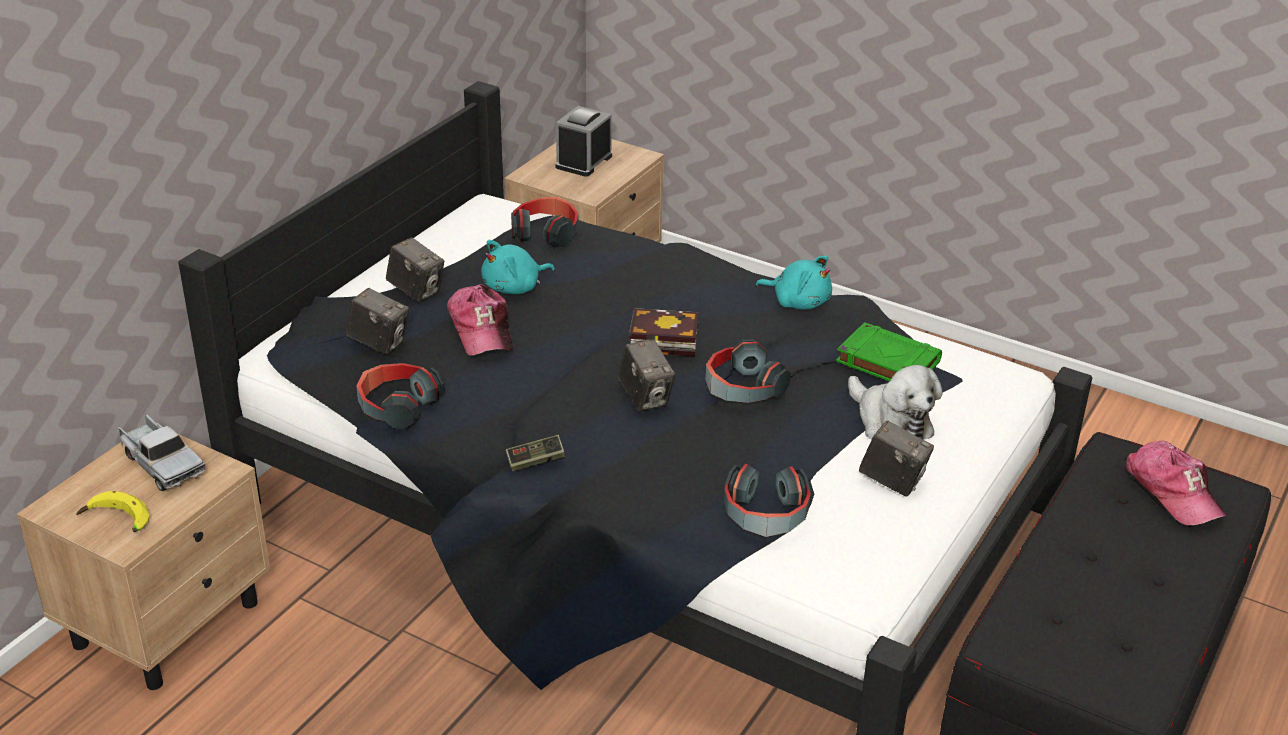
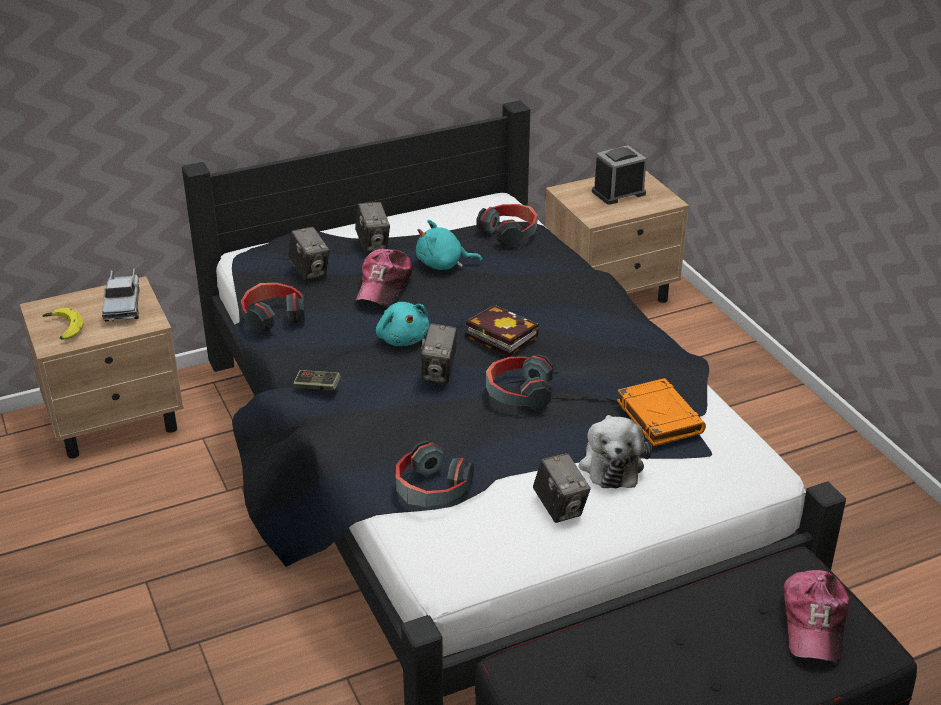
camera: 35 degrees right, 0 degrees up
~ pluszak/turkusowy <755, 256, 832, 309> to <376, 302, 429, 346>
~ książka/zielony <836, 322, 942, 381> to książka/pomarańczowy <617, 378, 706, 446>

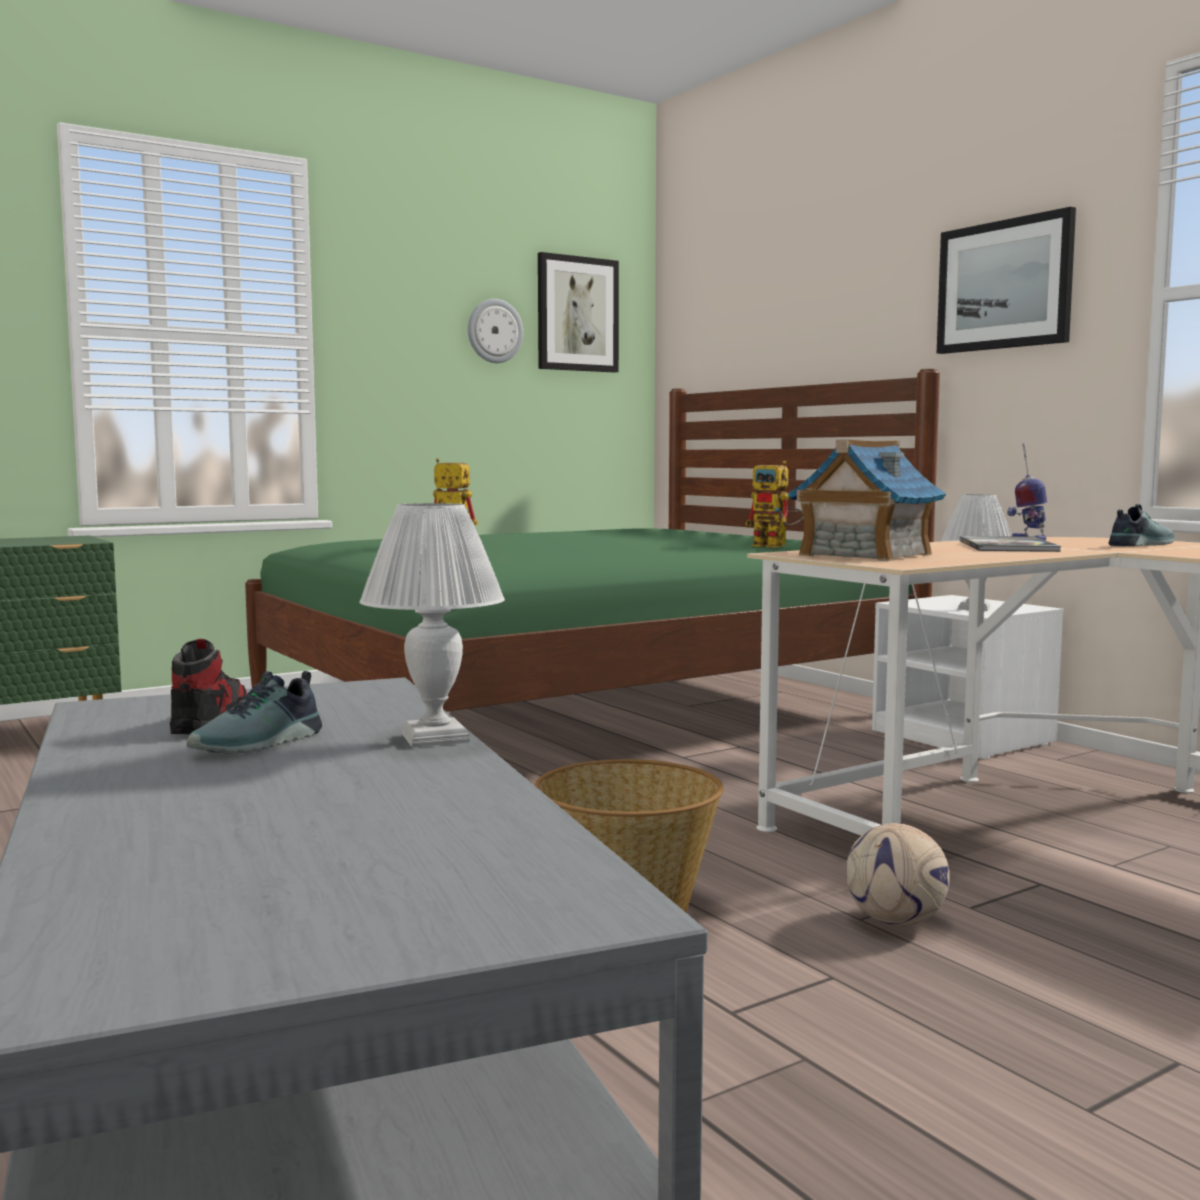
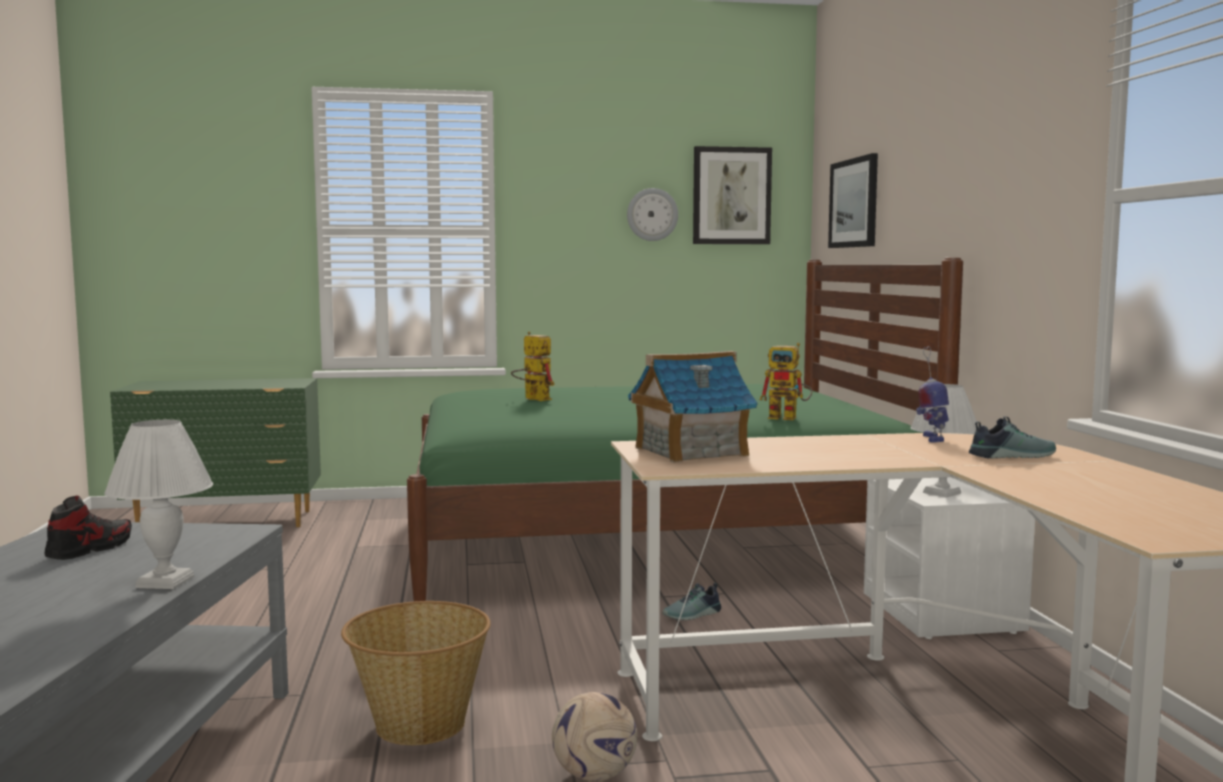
camera: 25 degrees right, 0 degrees up
~ but <187, 671, 322, 753> to <662, 583, 721, 620>
~ robot zabawkowy <745, 461, 804, 548> = <760, 343, 812, 420> 45 degrees counterclockwise
~ obraz <937, 207, 1076, 354> to <828, 153, 878, 248>
- książka <959, 536, 1061, 552>

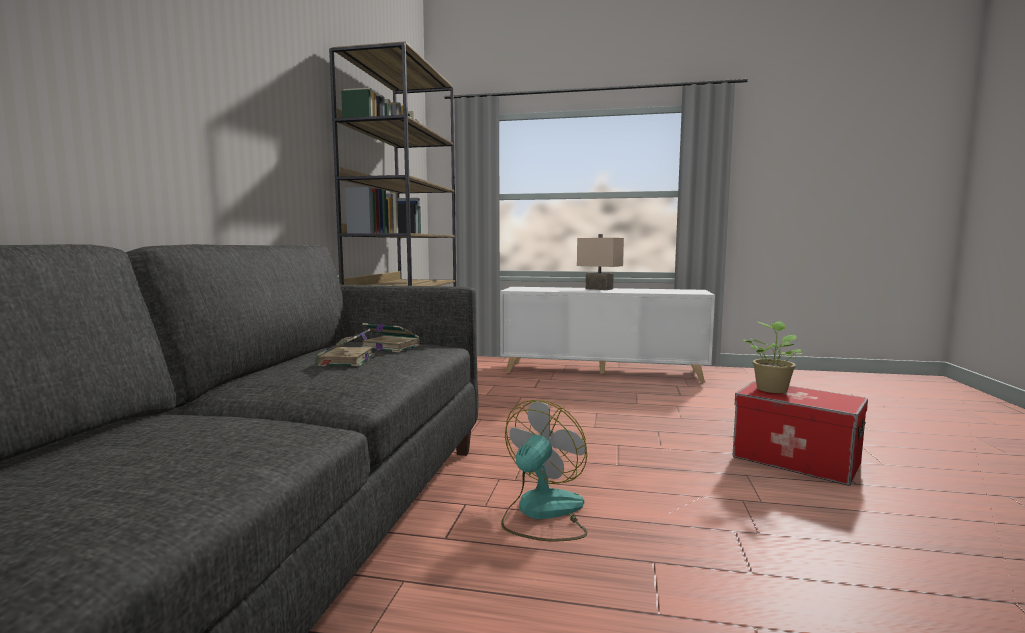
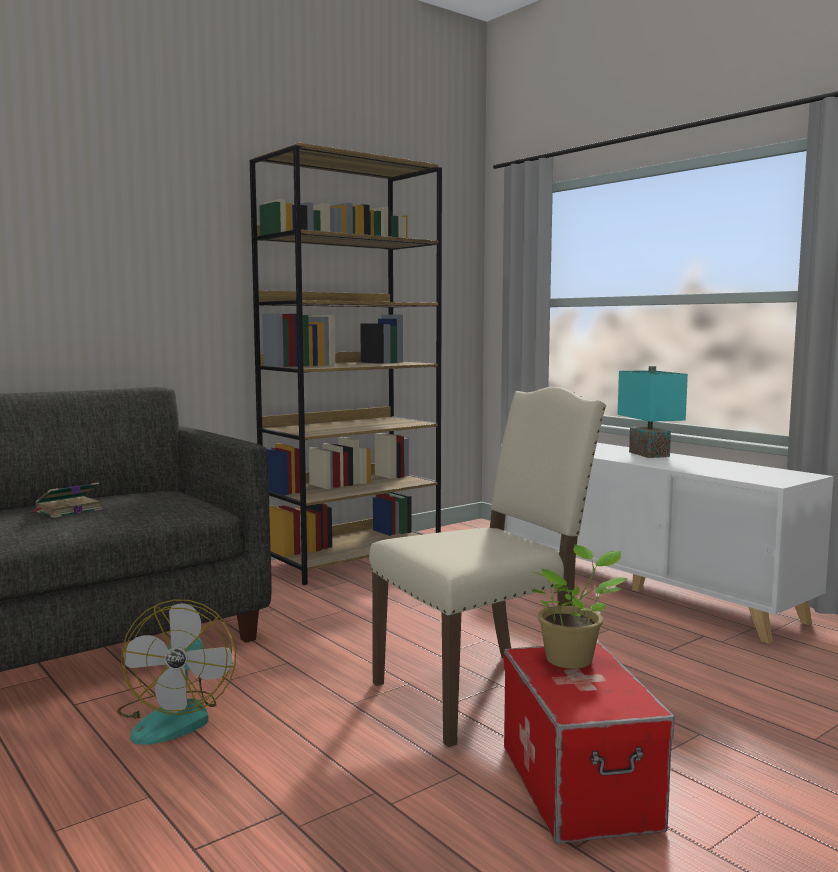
camera: 40 degrees right, 0 degrees up
- książka <362, 323, 420, 352>
~ wentylator <501, 400, 587, 542> = <117, 599, 236, 745> 105 degrees clockwise
~ lampa stołowa/beżowy <577, 234, 624, 290> to lampa stołowa/turkusowy <617, 366, 688, 458>
+ krzesło/beżowy <369, 387, 606, 747>

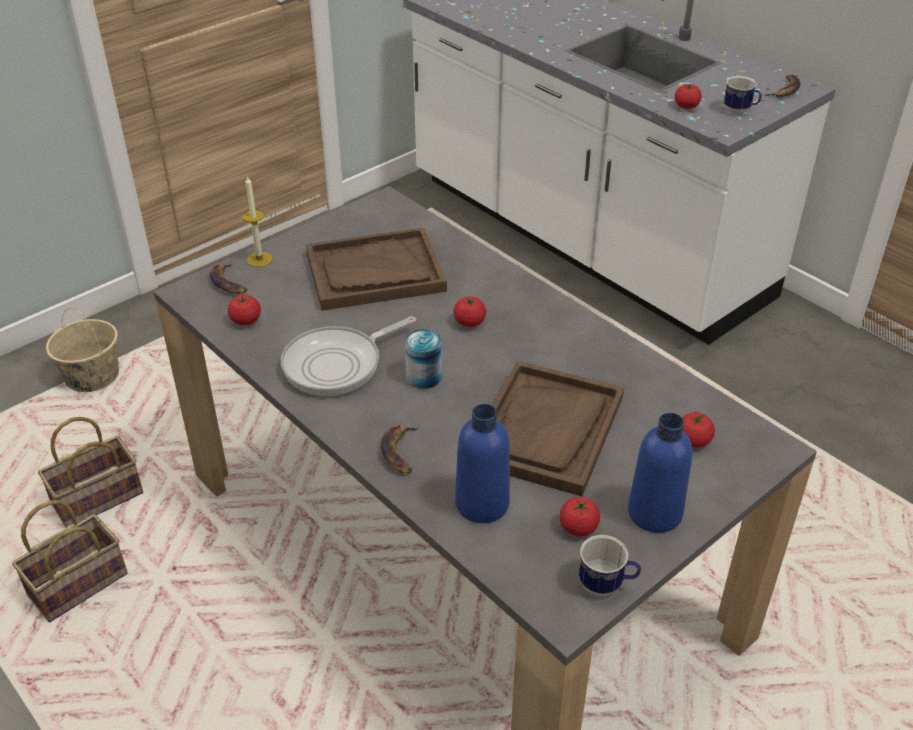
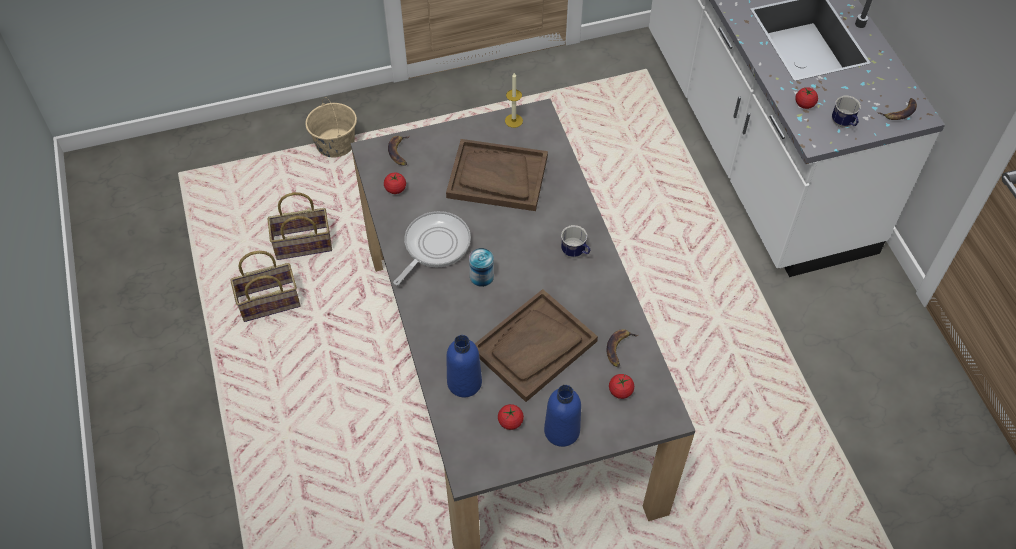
camera: 25 degrees right, 15 degrees up
~ świeca <242, 176, 273, 267> to <505, 73, 523, 128>
~ patelnia <281, 316, 416, 396> = <393, 211, 471, 285> 135 degrees clockwise
~ banan <381, 425, 419, 474> to <606, 329, 638, 367>
- pomidor <453, 296, 486, 327>
~ kubek <579, 535, 641, 596> to <561, 225, 590, 258>

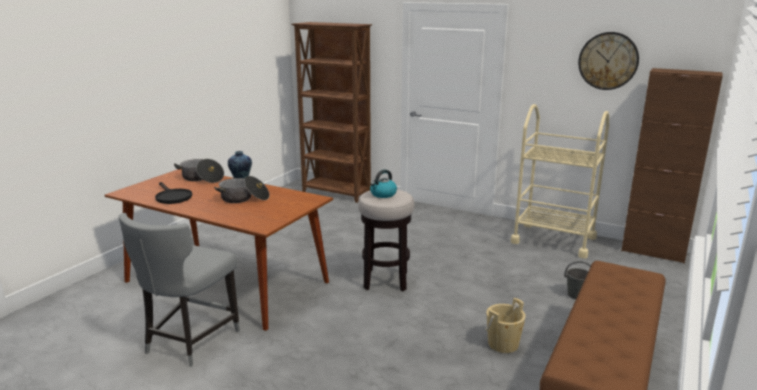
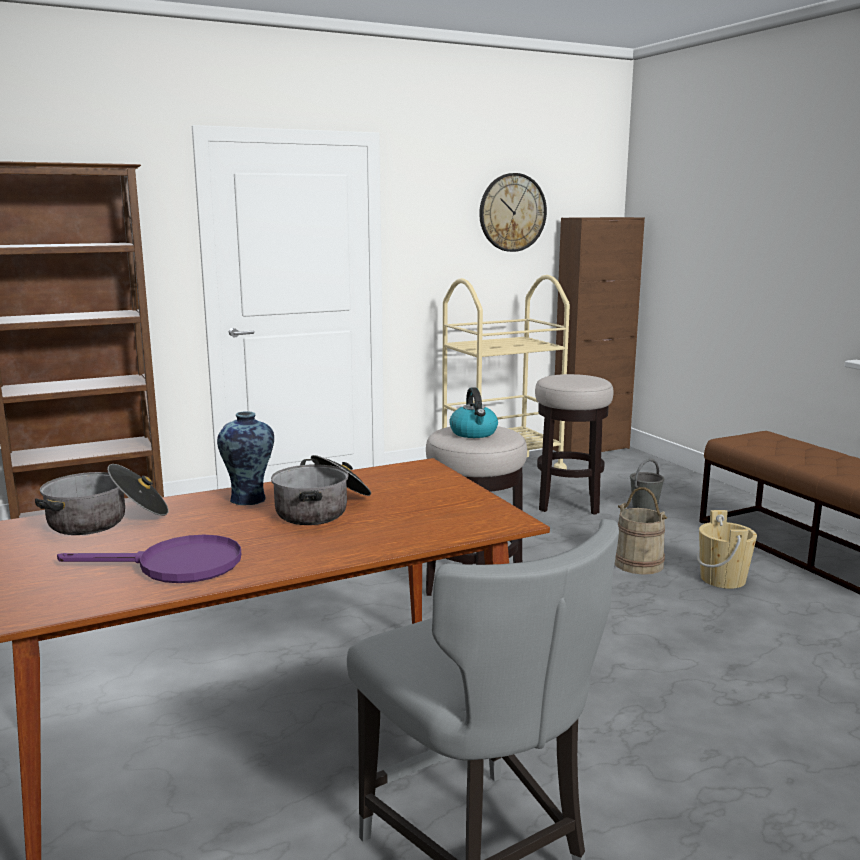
camera: 55 degrees left, 5 degrees down
~ patelnia/czarny <155, 182, 192, 204> to patelnia/fioletowy <57, 535, 241, 583>
+ stołek <535, 374, 613, 515>
+ wiadro/beżowy <615, 487, 668, 575>

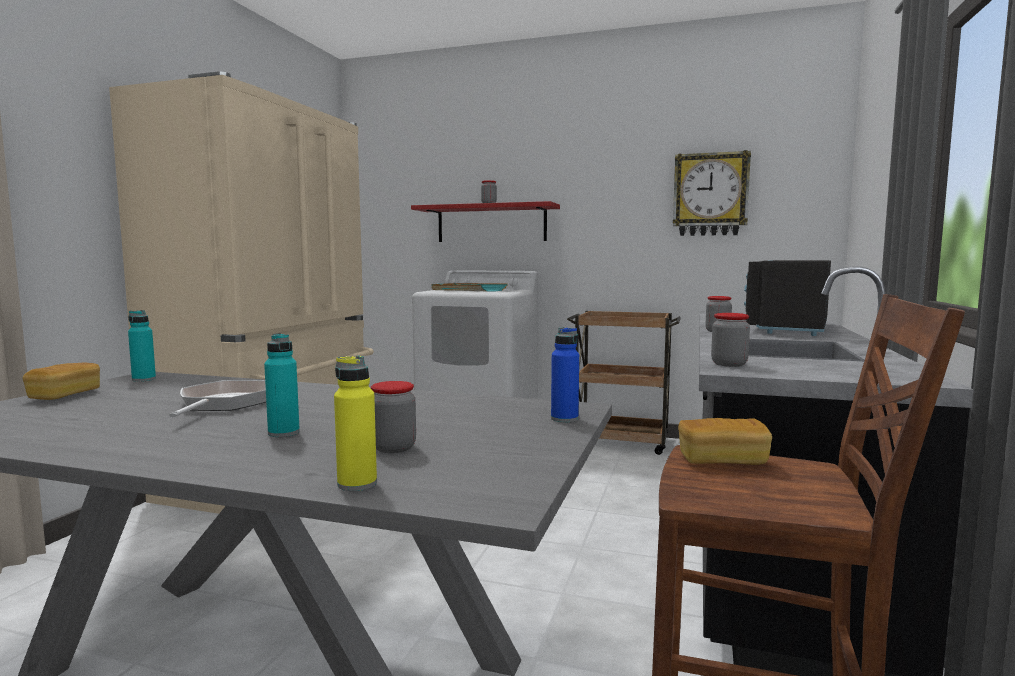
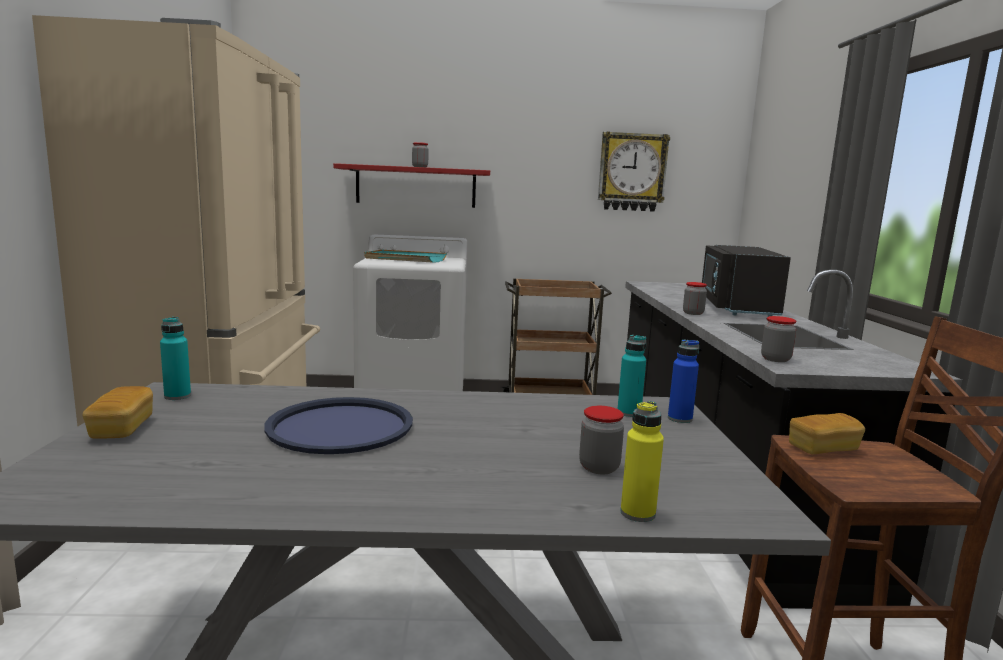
camera: 20 degrees left, 5 degrees up
~ patelnia <169, 380, 266, 418> to taca/niebieski <264, 397, 413, 454>
~ butelka/turkusowy <264, 333, 300, 437> to <617, 335, 647, 417>

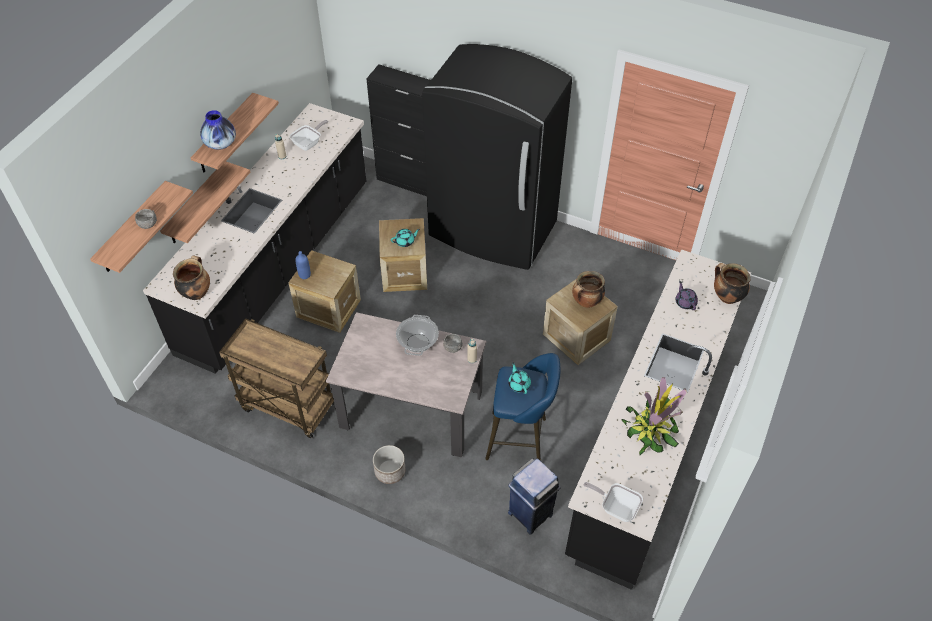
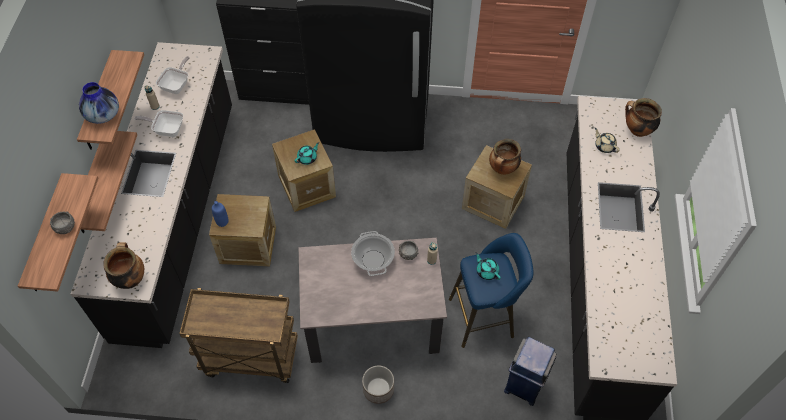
camera: 20 degrees left, 5 degrees up
~ patelnia <583, 482, 643, 522> to <134, 110, 183, 137>
- roślina doniczkowa <622, 377, 687, 456>
~ imbryk/fioletowy <675, 281, 698, 310> to imbryk/beżowy <595, 128, 619, 153>

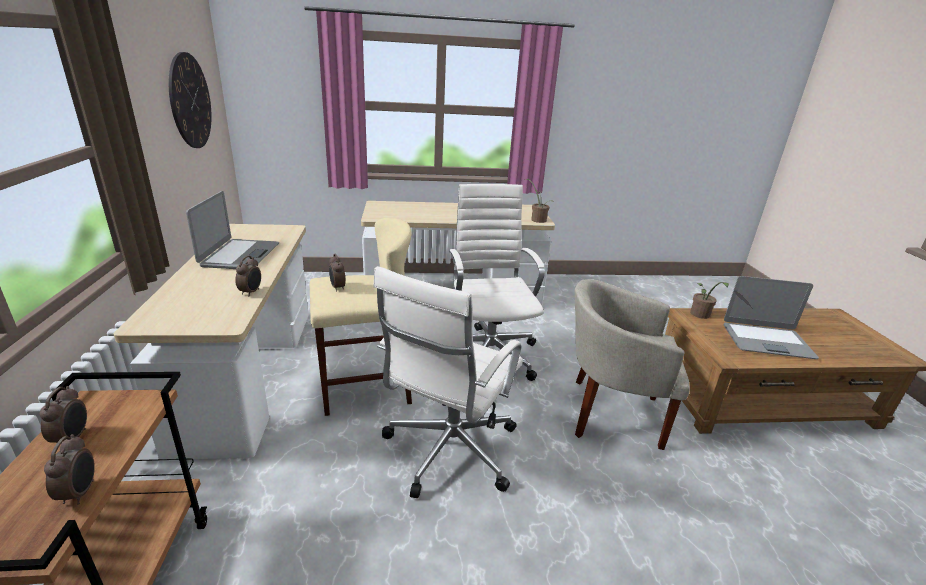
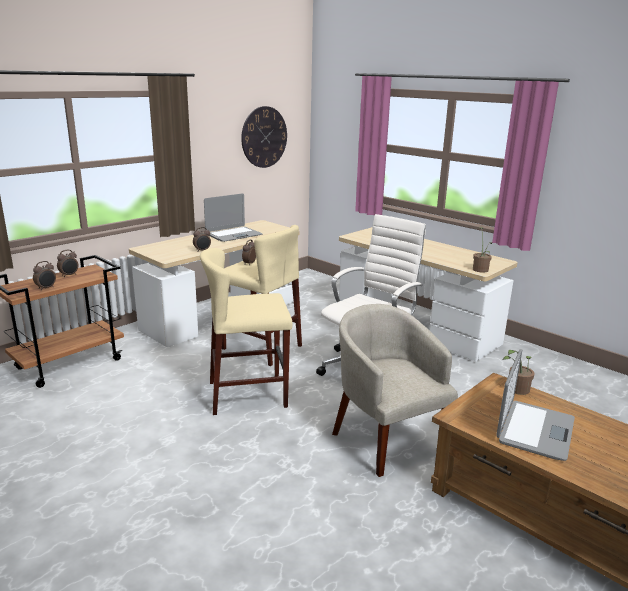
camera: 50 degrees right, 5 degrees down
~ krzesło biurowe/biały <373, 266, 523, 498> to stołek/beżowy <200, 248, 293, 415>
~ laptop <724, 276, 819, 359> = <496, 349, 575, 461> 120 degrees counterclockwise

